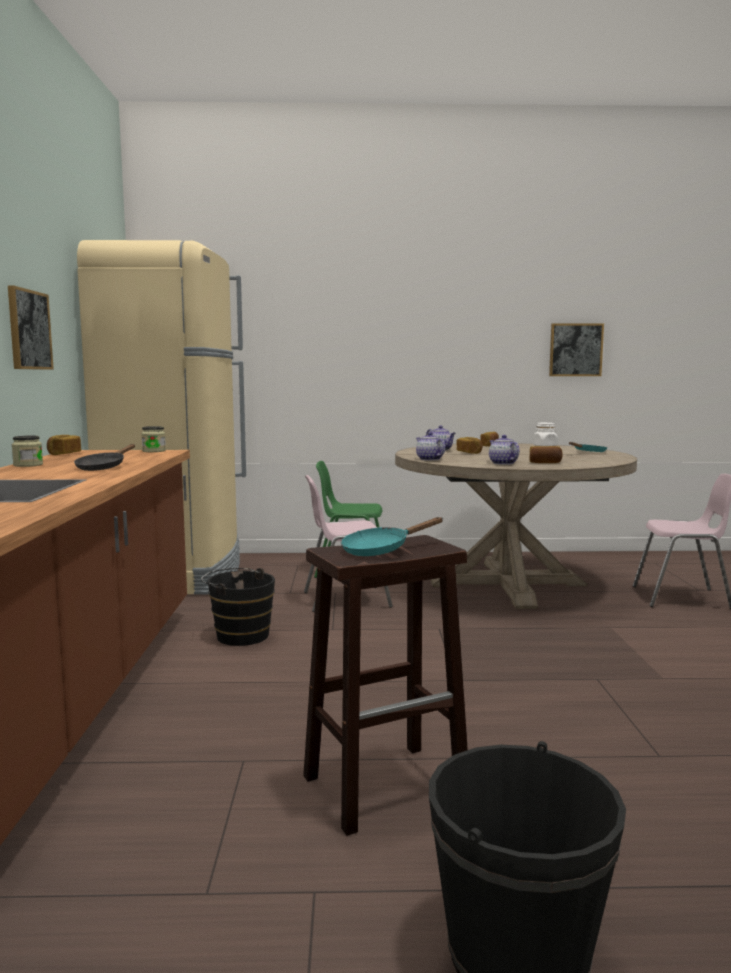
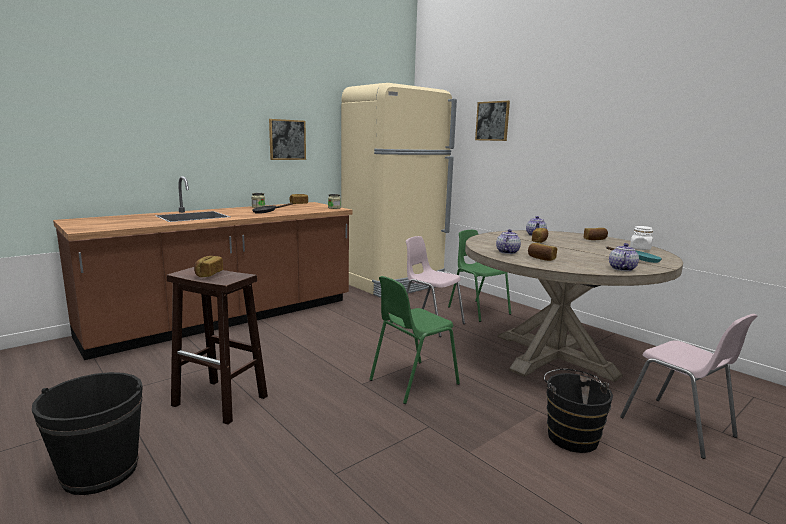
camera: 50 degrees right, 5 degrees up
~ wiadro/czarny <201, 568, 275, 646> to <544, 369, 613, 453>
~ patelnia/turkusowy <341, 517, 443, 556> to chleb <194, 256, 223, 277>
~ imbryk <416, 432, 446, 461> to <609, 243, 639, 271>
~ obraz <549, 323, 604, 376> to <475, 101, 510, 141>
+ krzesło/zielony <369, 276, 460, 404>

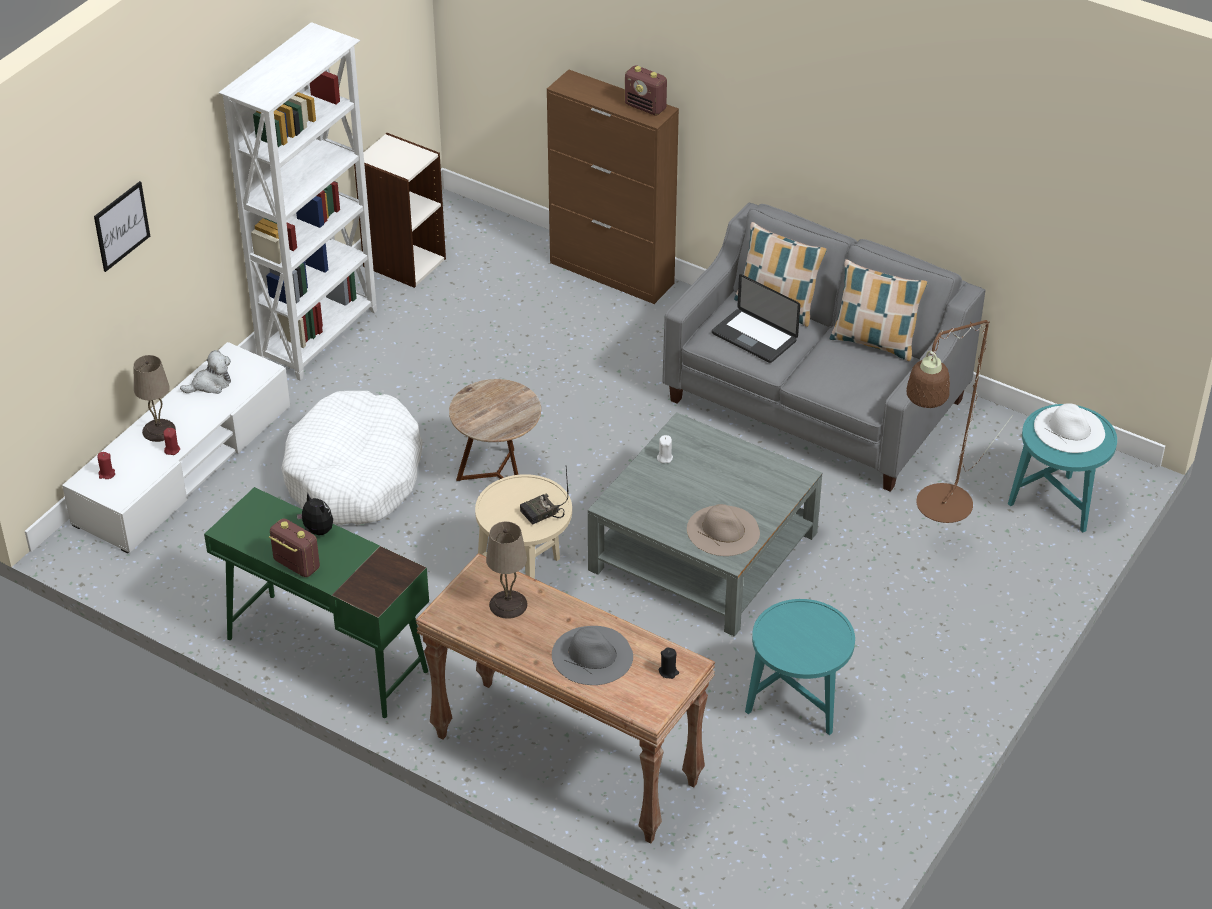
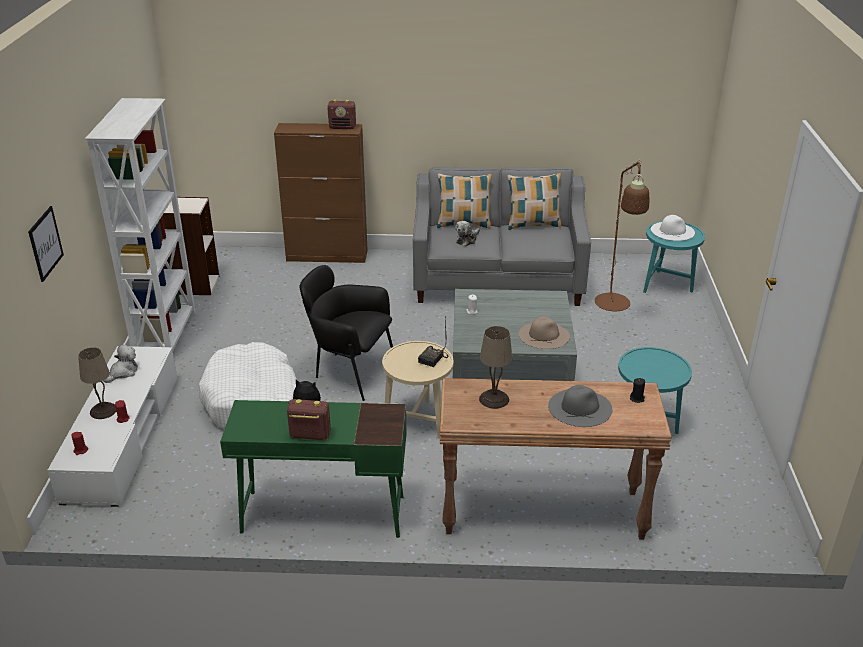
camera: 30 degrees left, 10 degrees down
~ stolik/brązowy <449, 379, 541, 481> to fotel/czarny <299, 265, 393, 401>
~ laptop <712, 274, 800, 363> to pluszak <455, 221, 480, 246>

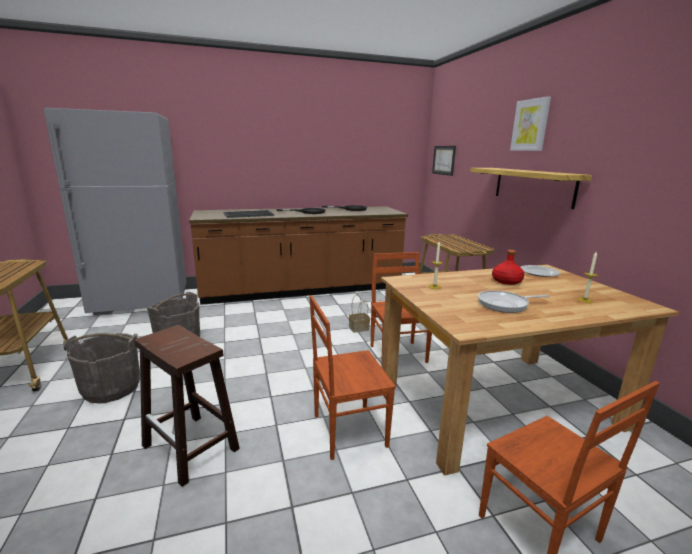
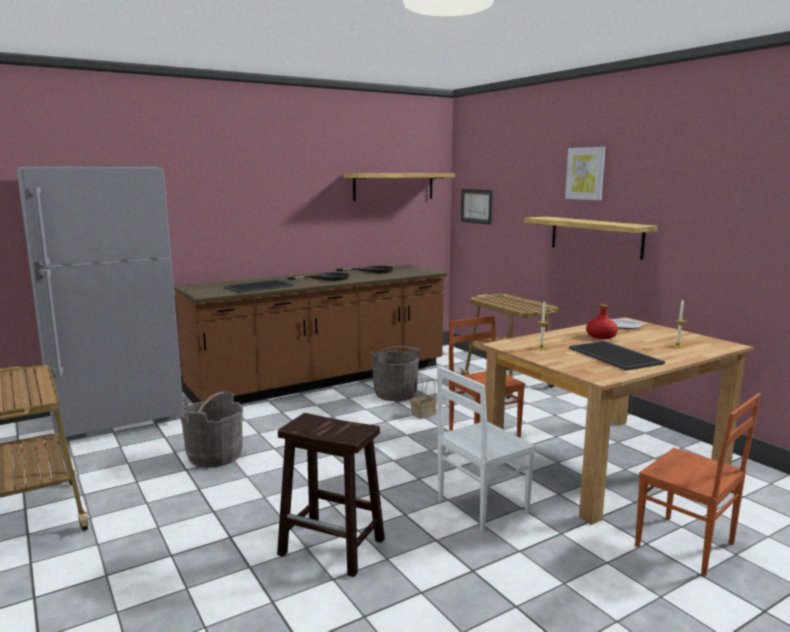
camera: 15 degrees left, 5 degrees down
~ wiadro/szary <64, 333, 140, 403> to <370, 346, 420, 401>
~ krzesło/brązowy <309, 295, 396, 460> to krzesło/biały <437, 366, 536, 532>
~ patelnia <478, 290, 549, 313> to taca <569, 341, 665, 371>
+ półka <344, 173, 455, 201>

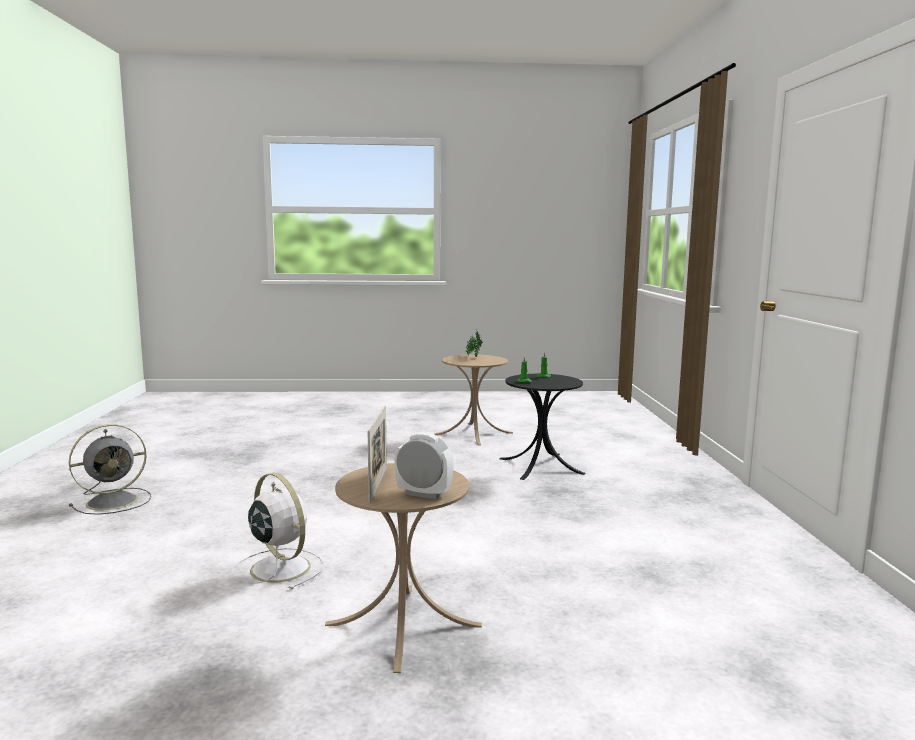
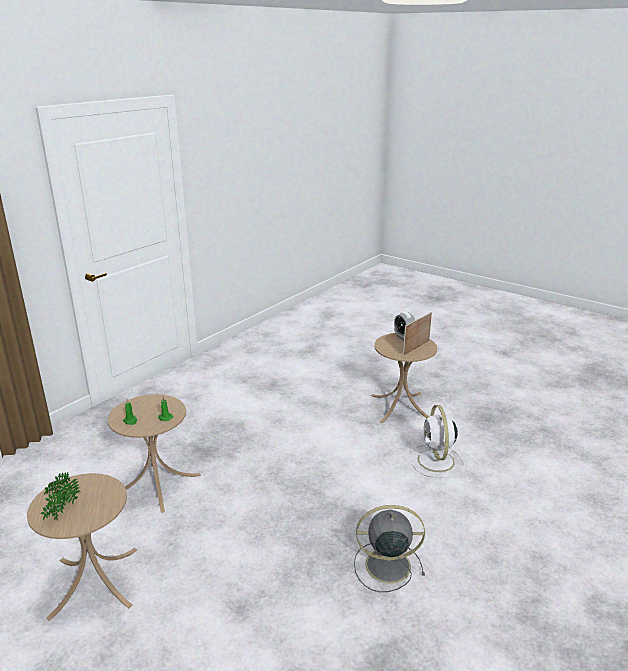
camera: 140 degrees left, 15 degrees up
~ wentylator/szary <69, 424, 151, 515> to <354, 505, 425, 592>
~ stolik/czarny <499, 374, 586, 480> to stolik/beżowy <108, 394, 201, 513>

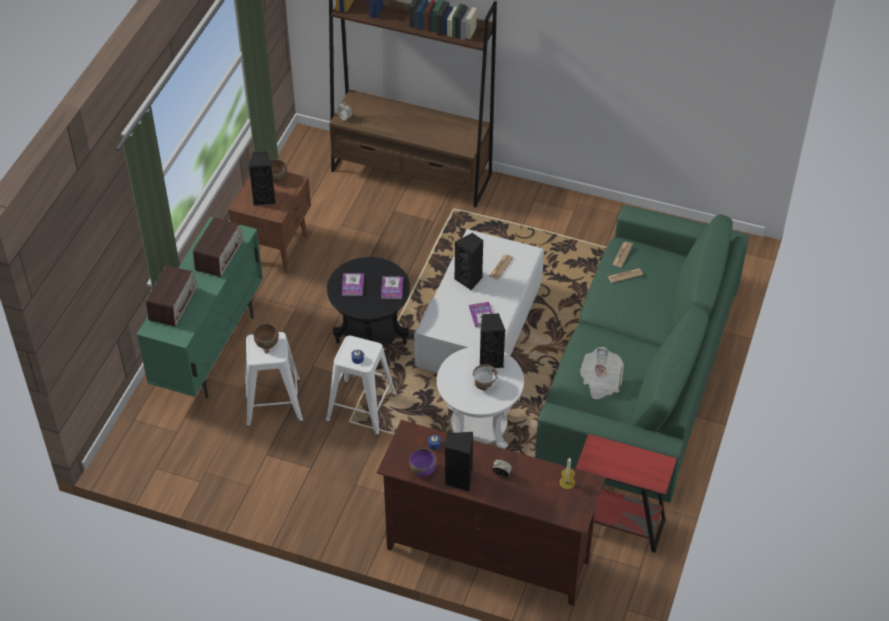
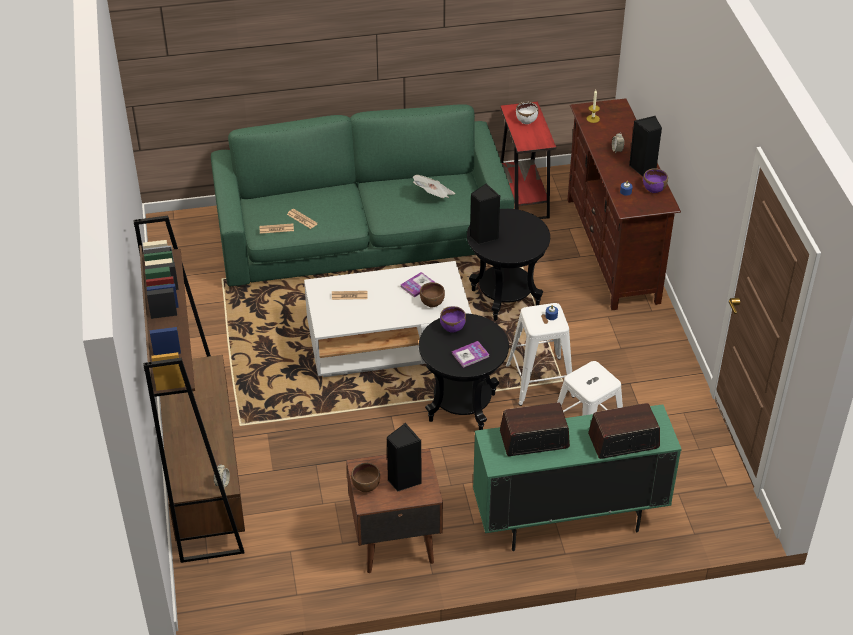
camera: 120 degrees left, 5 degrees down
~ miska/brązowy <253, 323, 279, 349> to <420, 282, 445, 307>
~ książka <381, 276, 403, 299> to miska/fioletowy <440, 306, 466, 333>
~ stolik/biały <437, 346, 524, 449> to stolik/czarny <467, 209, 550, 321>
- głośnik/czarny <455, 233, 484, 290>
~ miska/biały <472, 364, 498, 391> to <516, 102, 539, 124>

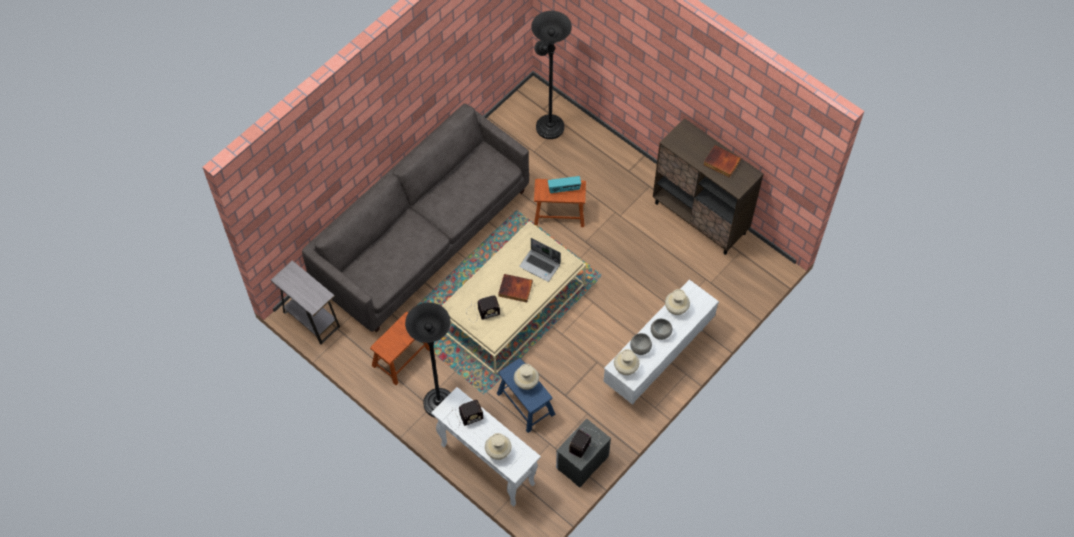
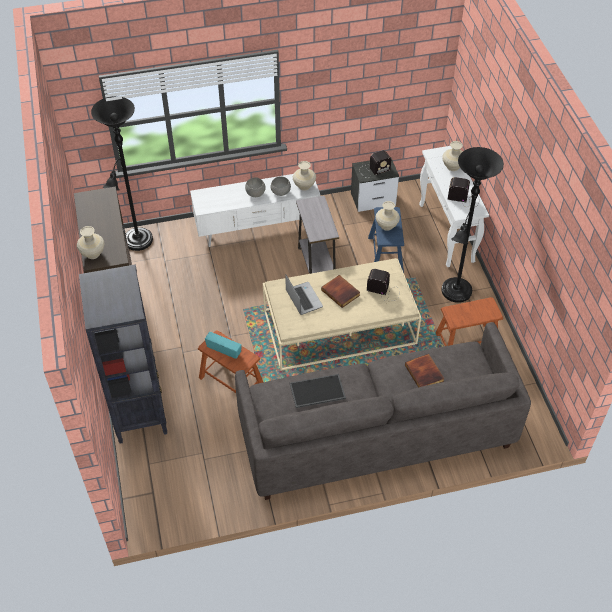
camera: 145 degrees left, 10 degrees down
~ stolik/szary <271, 260, 340, 345> to <296, 196, 339, 274>
~ lampa stojąca/czarny <531, 11, 572, 139> to <91, 96, 153, 251>
~ wazon/beżowy <665, 289, 690, 315> to <77, 226, 105, 259>
~ książka <703, 145, 741, 178> to <405, 354, 445, 387>
+ regał/czarny <79, 264, 167, 444>
+ taca <290, 374, 346, 408>

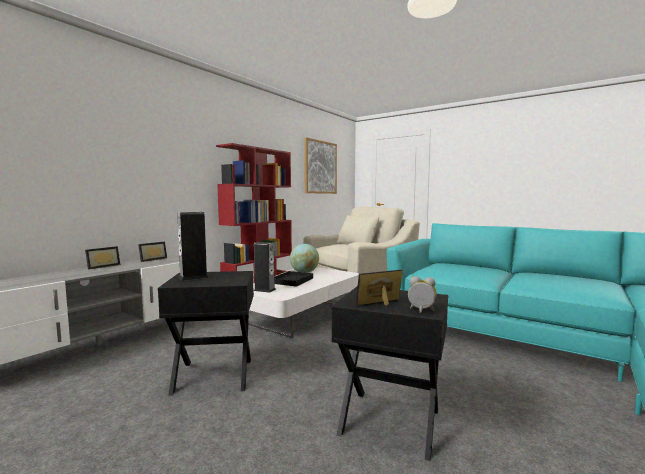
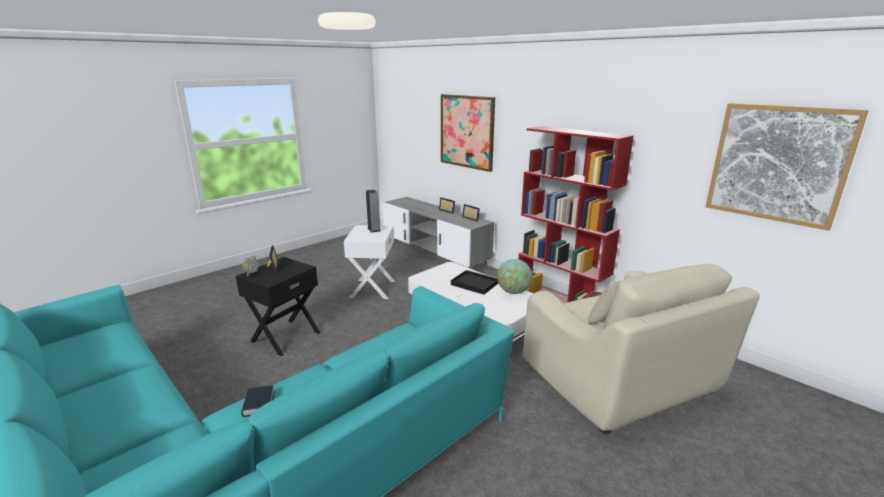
camera: 100 degrees right, 15 degrees up
~ stolik/czarny <158, 271, 254, 396> to stolik/biały <344, 225, 395, 299>
- głośnik <254, 242, 276, 293>
+ książka <241, 385, 275, 417>
+ obraz <441, 94, 495, 172>

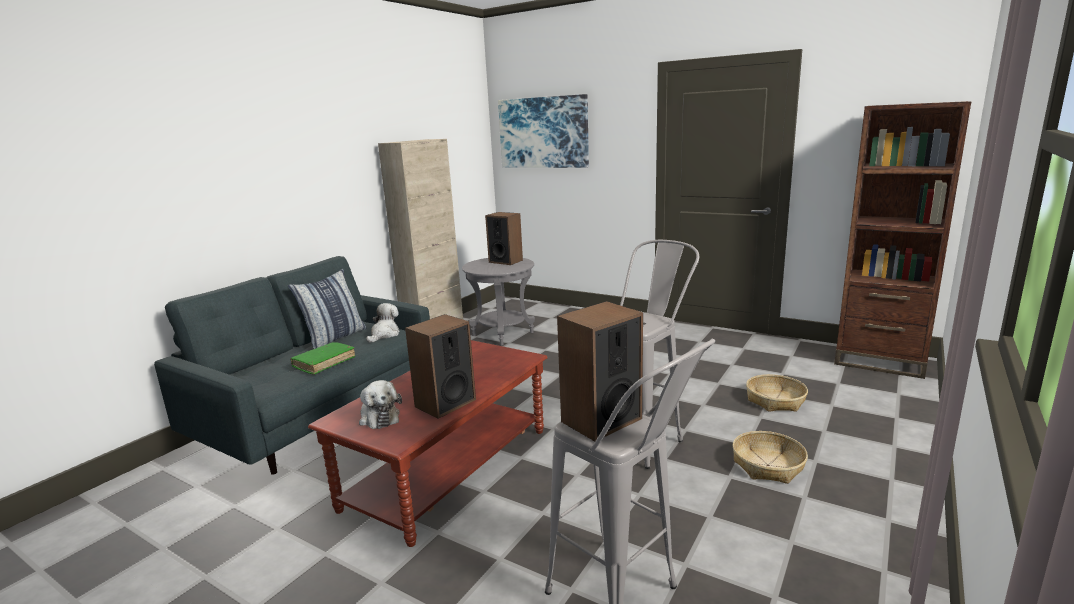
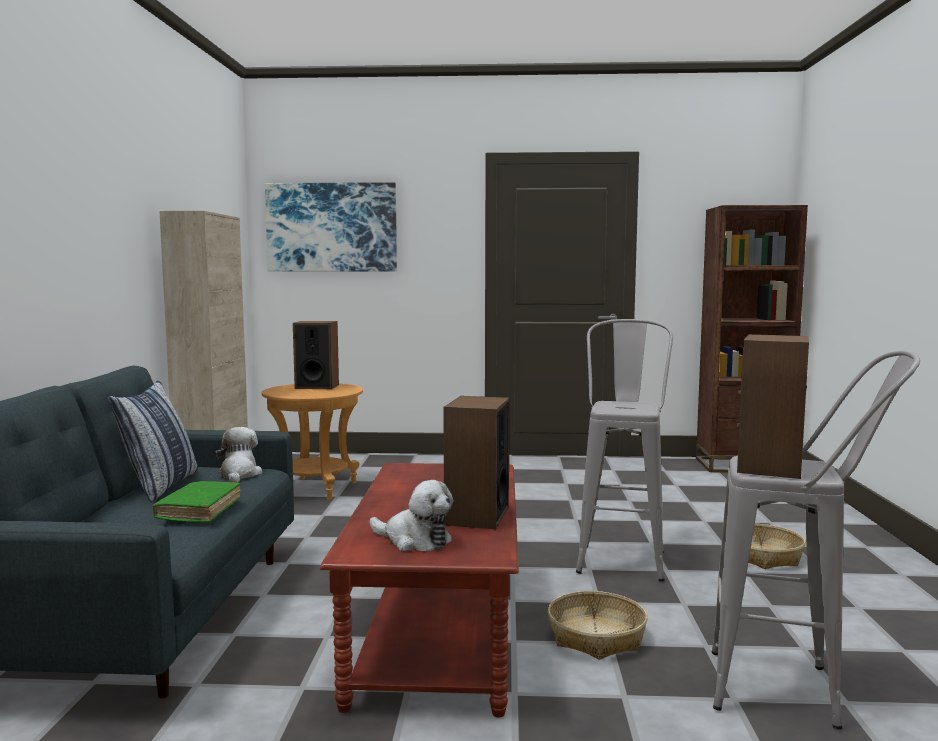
camera: 30 degrees left, 10 degrees down
~ stolik/szary <462, 258, 535, 345> to stolik/brązowy <262, 383, 363, 500>
~ koszyk <746, 374, 808, 412> to <548, 591, 647, 660>

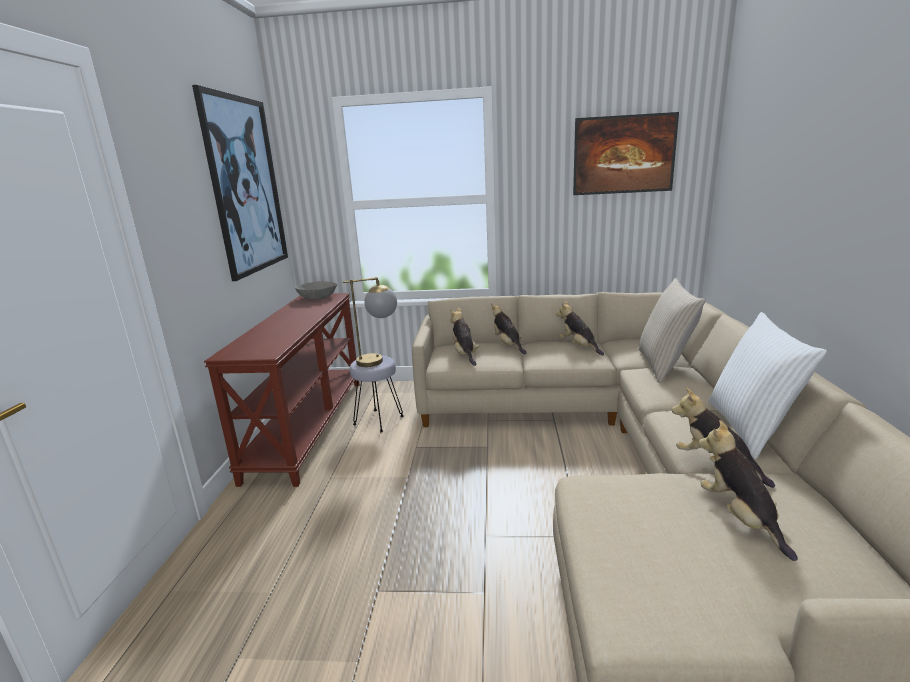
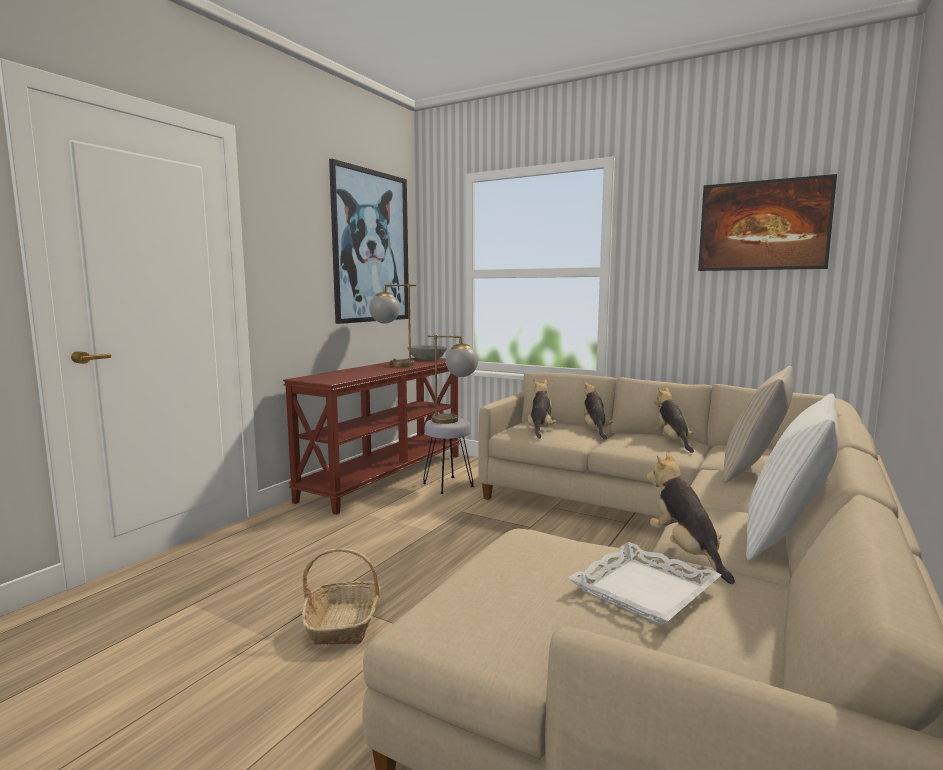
camera: 25 degrees right, 10 degrees down
~ pluszak <699, 420, 798, 561> to taca/biały <568, 542, 721, 625>
+ koszyk <302, 548, 381, 645>
+ lampa stołowa <369, 284, 416, 367>

